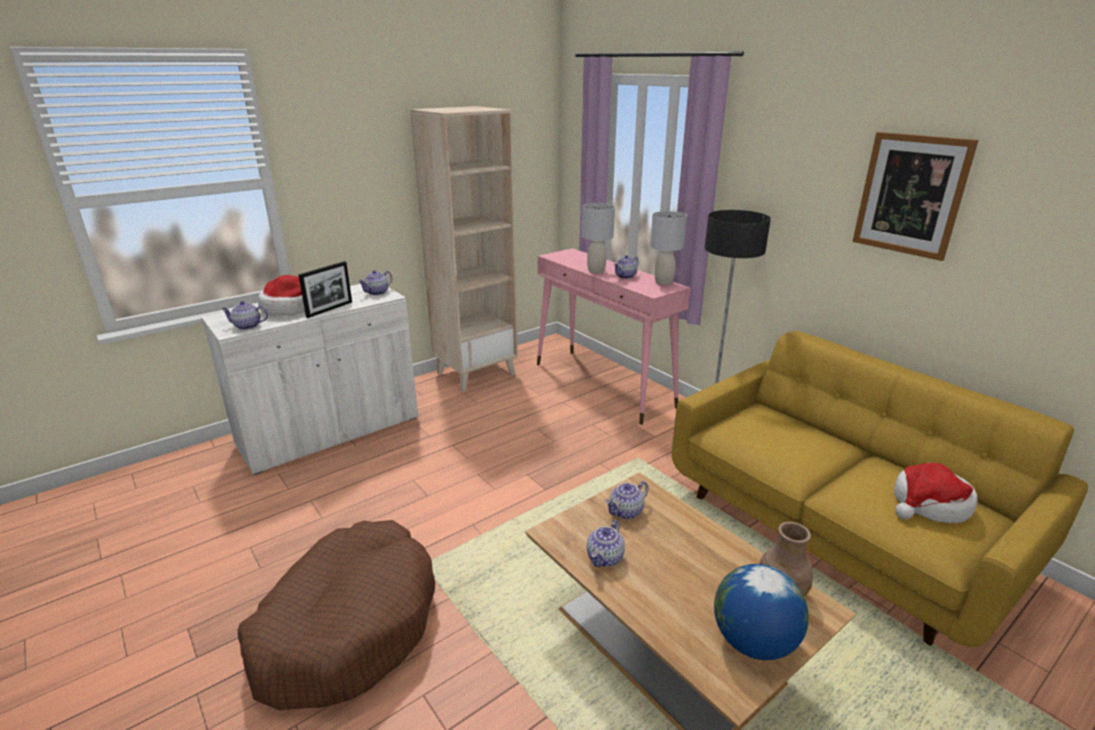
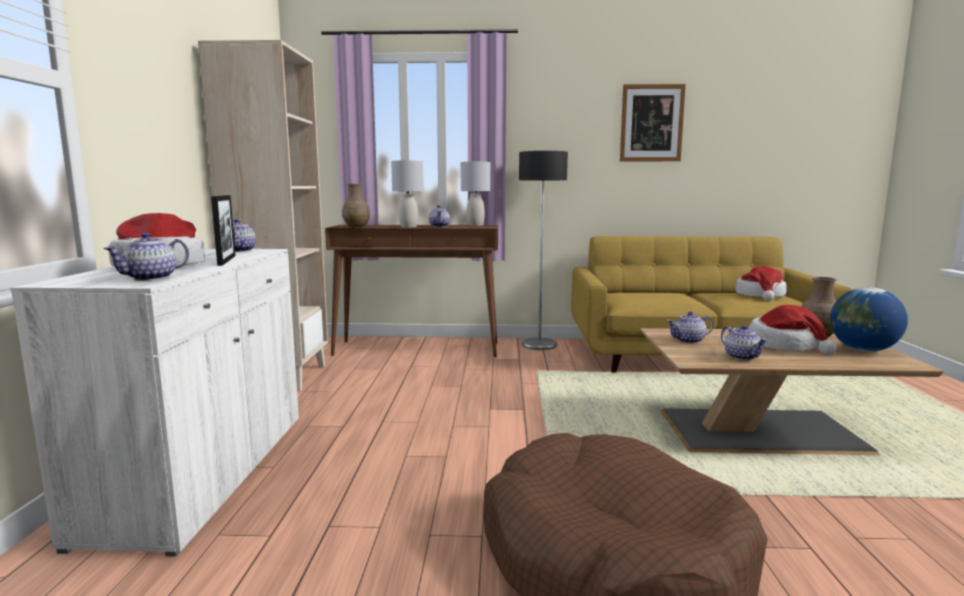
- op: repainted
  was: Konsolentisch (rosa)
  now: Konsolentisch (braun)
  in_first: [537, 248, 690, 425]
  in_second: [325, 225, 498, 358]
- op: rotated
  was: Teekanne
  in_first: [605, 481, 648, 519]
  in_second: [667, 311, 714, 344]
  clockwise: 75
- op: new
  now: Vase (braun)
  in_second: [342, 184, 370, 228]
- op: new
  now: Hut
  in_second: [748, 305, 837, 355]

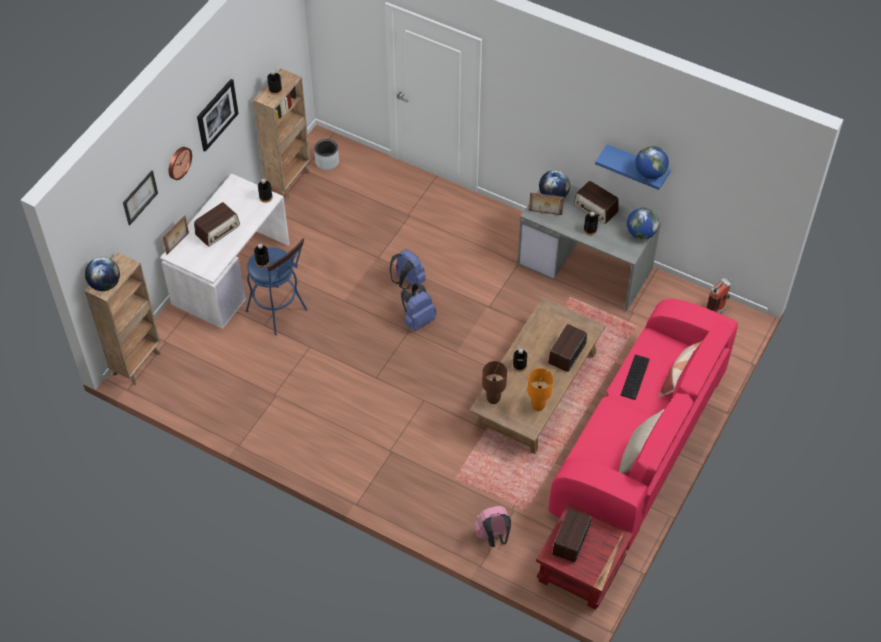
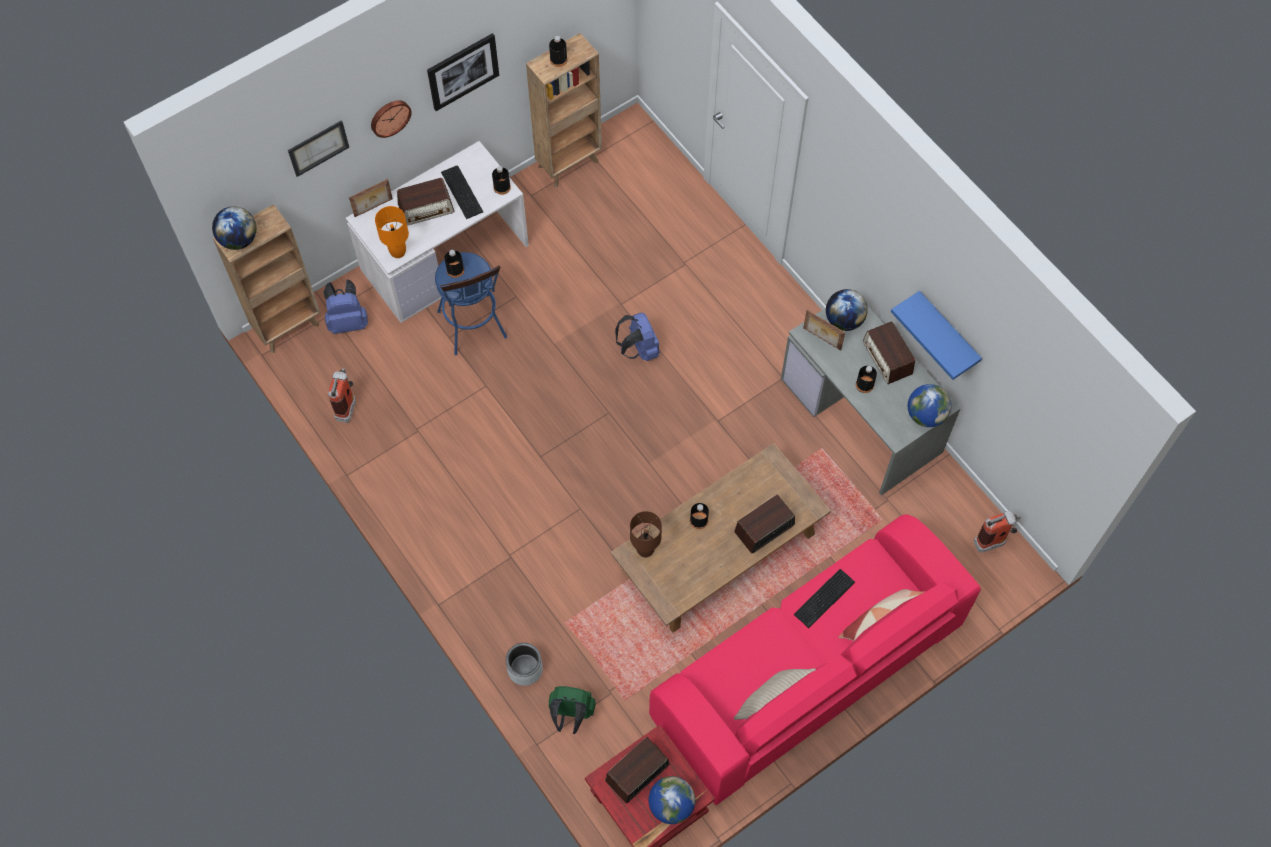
- op: shifted
  was: Pflanzkübel (grau)
  in_first: [314, 139, 339, 170]
  in_second: [506, 643, 543, 686]
- op: shifted
  was: Rucksack (blau)
  in_first: [401, 283, 437, 331]
  in_second: [323, 279, 368, 334]
- op: repainted
  was: Rucksack (rosa)
  now: Rucksack (grün)
  in_first: [474, 506, 511, 547]
  in_second: [549, 686, 596, 734]
- op: shifted
  was: Tischlampe (orange)
  in_first: [527, 368, 553, 411]
  in_second: [375, 206, 409, 258]
- op: shifted
  was: Globus
  in_first: [635, 146, 669, 179]
  in_second: [649, 776, 695, 824]
- op: new
  now: Feuerlöscher
  in_second: [328, 368, 356, 423]
- op: new
  now: Tastatur
  in_second: [441, 165, 483, 219]

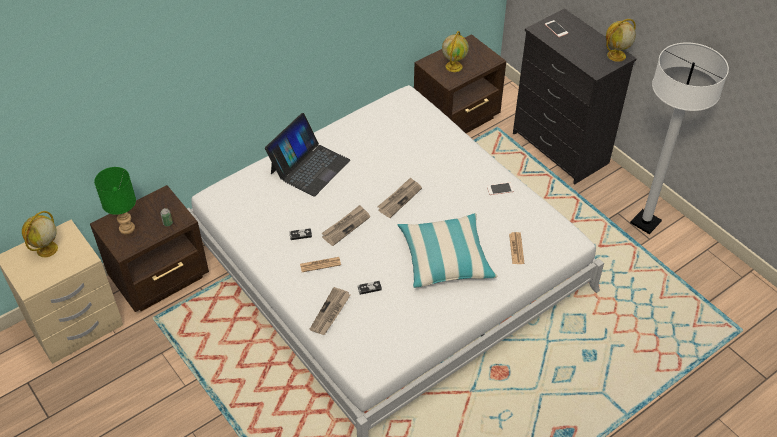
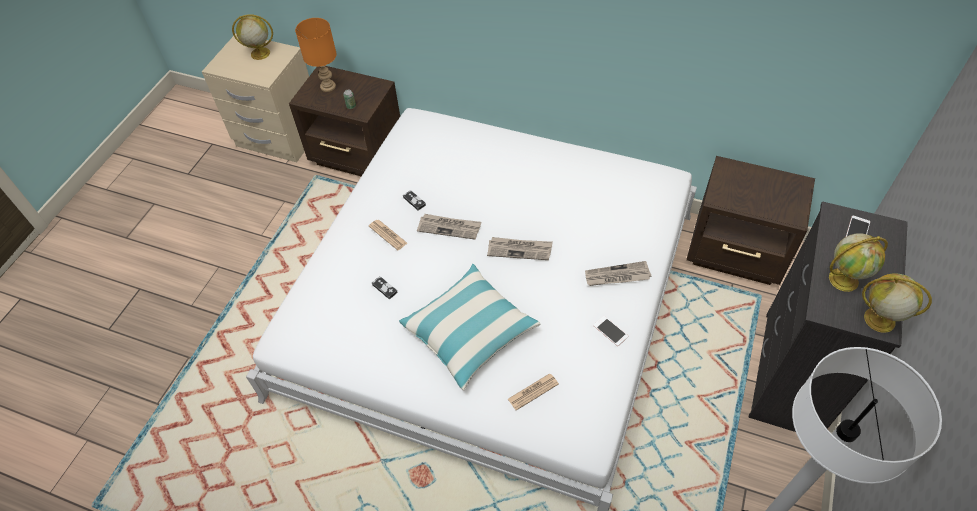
- op: repainted
  was: Tischlampe (grün)
  now: Tischlampe (orange)
  in_first: [94, 167, 136, 234]
  in_second: [295, 18, 337, 92]
- op: gone
  was: Laptop
  in_first: [265, 113, 350, 197]
- op: shifted
  was: Zeitung
  in_first: [310, 287, 350, 335]
  in_second: [585, 261, 651, 286]
- op: shifted
  was: Globus
  in_first: [442, 31, 469, 72]
  in_second: [829, 233, 888, 292]

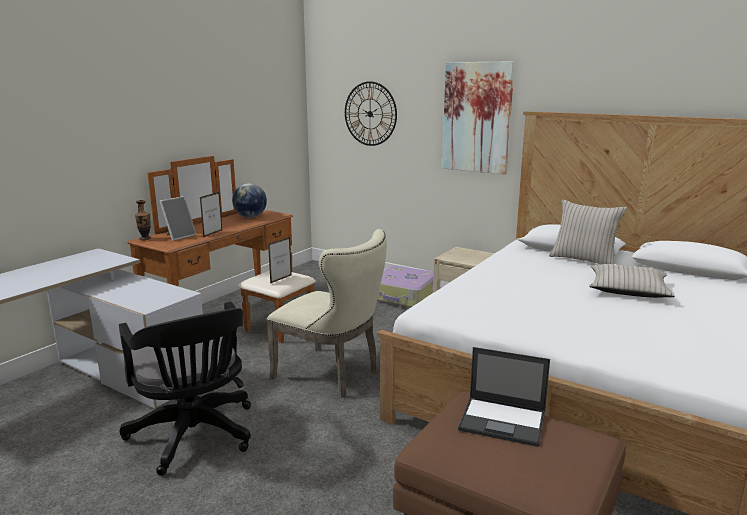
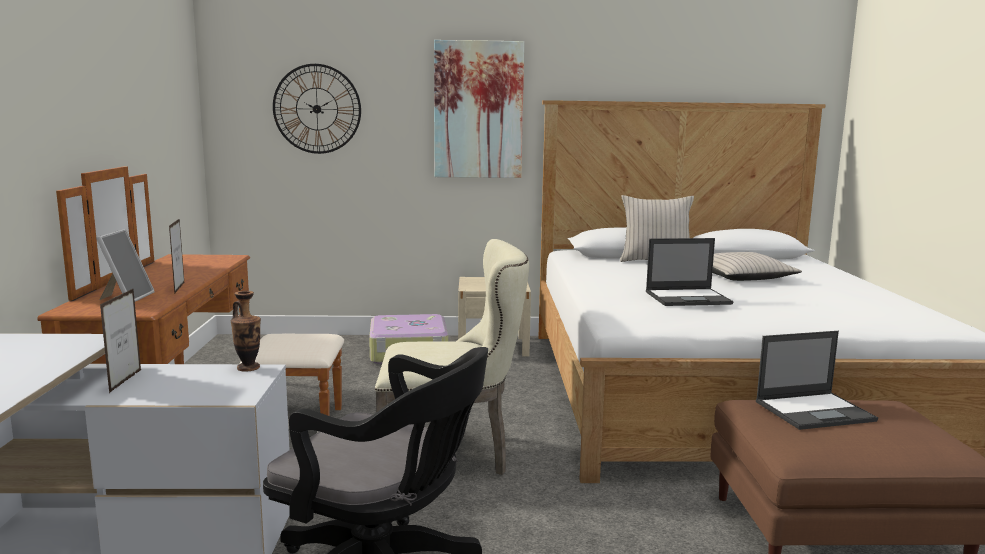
- op: shifted
  was: Vase
  in_first: [135, 200, 151, 240]
  in_second: [231, 291, 261, 372]
- op: gone
  was: Globus
  in_first: [232, 183, 267, 218]
- op: shifted
  was: Bilderrahmen
  in_first: [268, 237, 292, 284]
  in_second: [100, 288, 141, 393]
- op: new
  now: Laptop
  in_second: [646, 238, 733, 306]

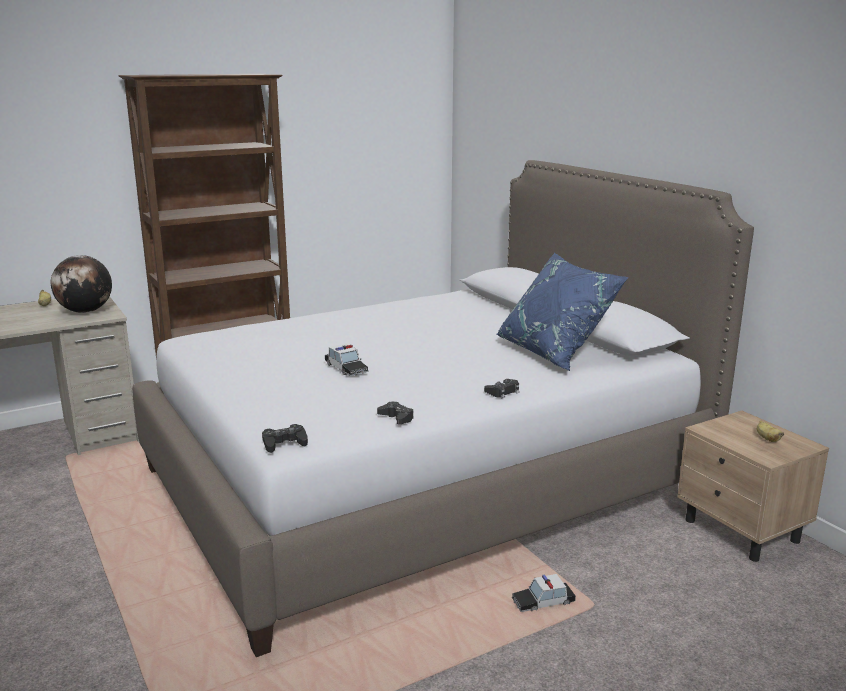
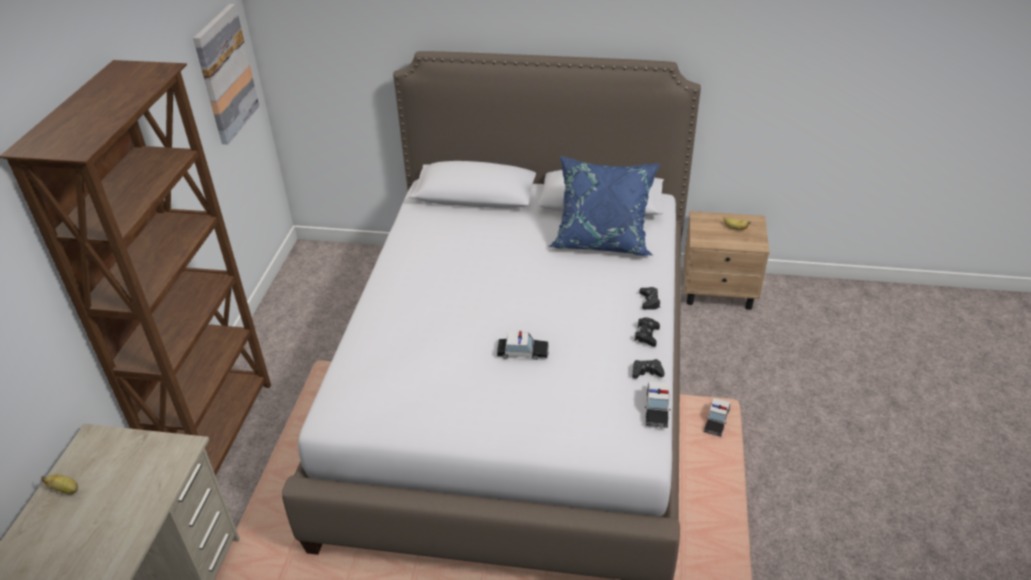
- op: gone
  was: Globus
  in_first: [50, 255, 112, 313]
- op: shifted
  was: Gamepad (schwarz)
  in_first: [262, 424, 308, 453]
  in_second: [635, 317, 660, 347]
- op: new
  now: Bild
  in_second: [193, 4, 259, 145]
- op: new
  now: Spielzeugauto
  in_second: [645, 381, 671, 428]

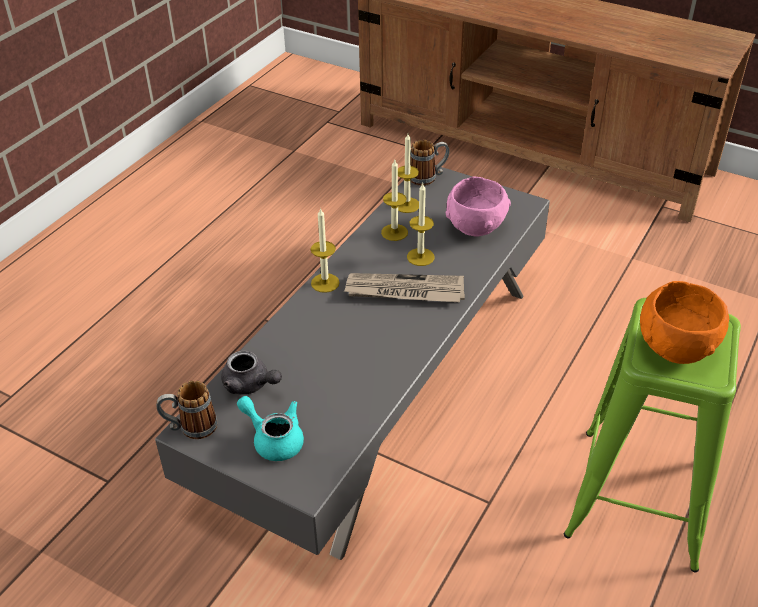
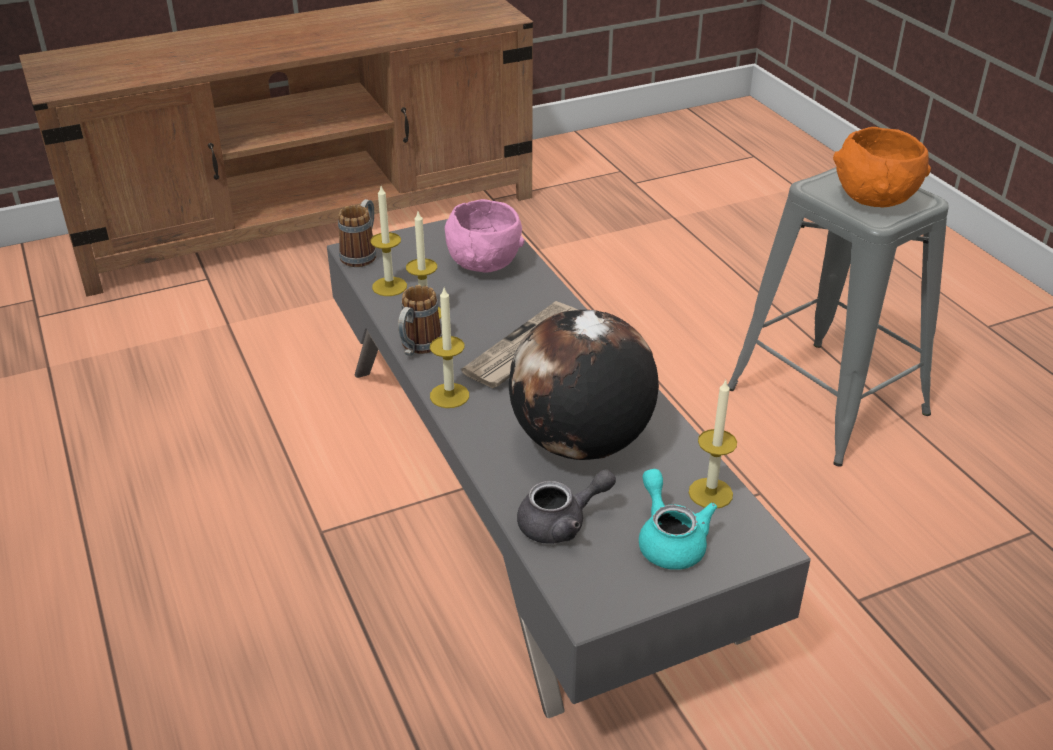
- op: shifted
  was: Henkelbecher
  in_first: [156, 380, 218, 439]
  in_second: [398, 285, 442, 356]
- op: rotated
  was: Teekanne (türkis)
  in_first: [237, 396, 304, 461]
  in_second: [639, 469, 717, 570]
  clockwise: 90
- op: shifted
  was: Kerze
  in_first: [407, 183, 435, 266]
  in_second: [689, 380, 737, 509]
- op: repainted
  was: Hocker (grün)
  now: Hocker (grau)
  in_first: [564, 298, 741, 572]
  in_second: [728, 167, 949, 467]
- op: new
  now: Globus
  in_second: [509, 310, 659, 460]

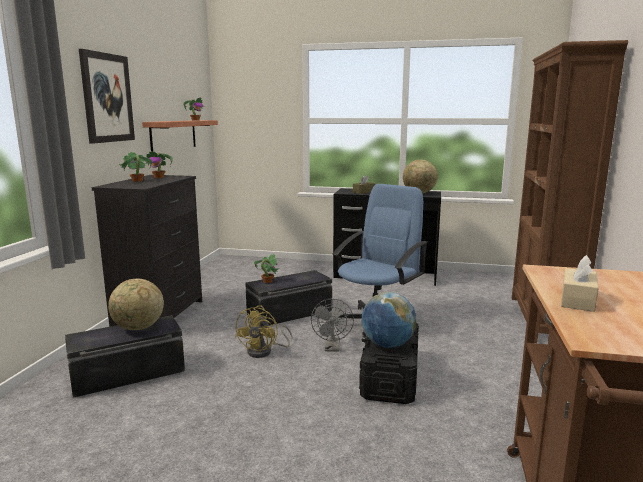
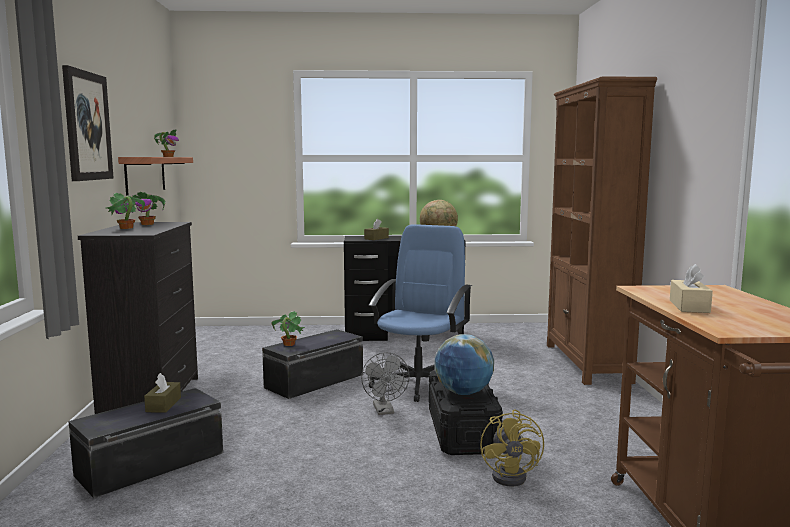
- op: swapped
  was: Globus
  now: Taschentuchbox (braun)
  in_first: [108, 279, 164, 330]
  in_second: [144, 373, 181, 413]
- op: shifted
  was: Ventilator (gelb)
  in_first: [235, 305, 293, 358]
  in_second: [480, 409, 544, 486]

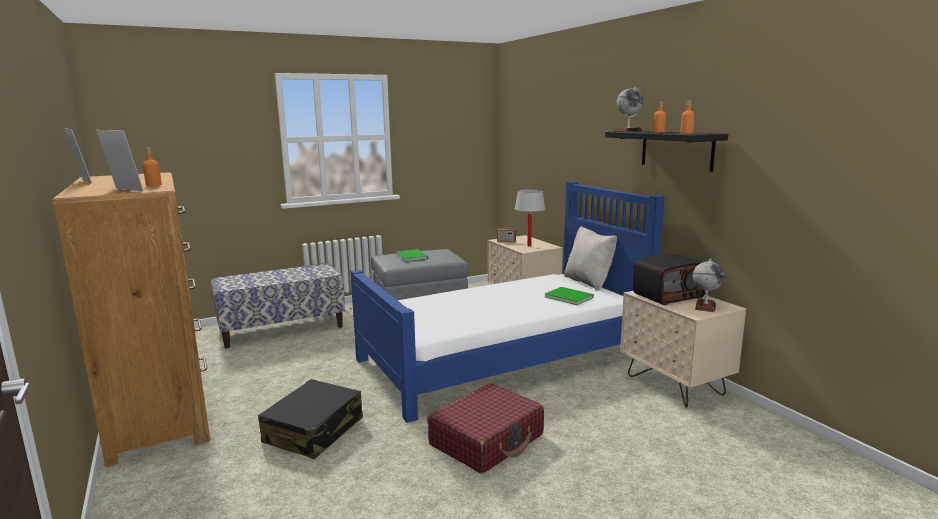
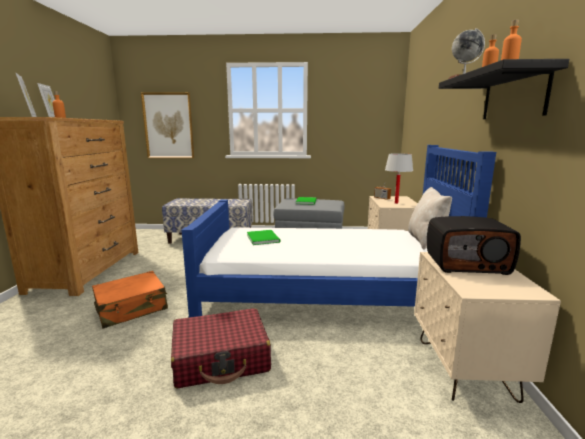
- op: repainted
  was: Koffer (schwarz)
  now: Koffer (orange)
  in_first: [258, 379, 363, 459]
  in_second: [92, 271, 168, 329]
- op: shifted
  was: Buch (grün)
  in_first: [545, 287, 594, 305]
  in_second: [247, 230, 281, 245]
- op: gone
  was: Globus
  in_first: [693, 259, 724, 312]
- op: new
  now: Bild
  in_second: [141, 92, 194, 158]

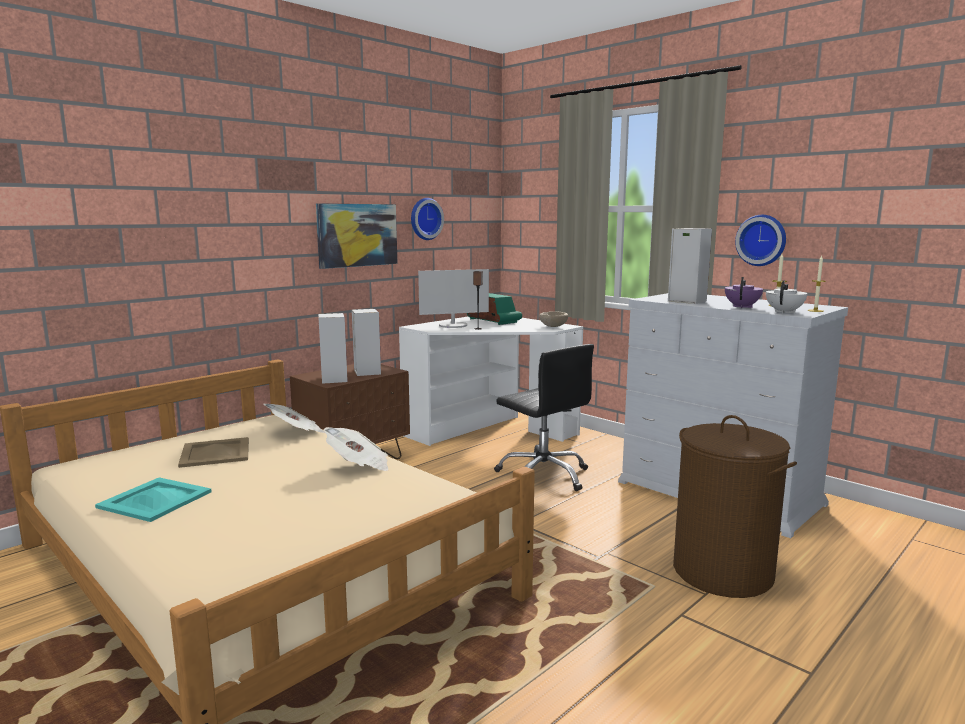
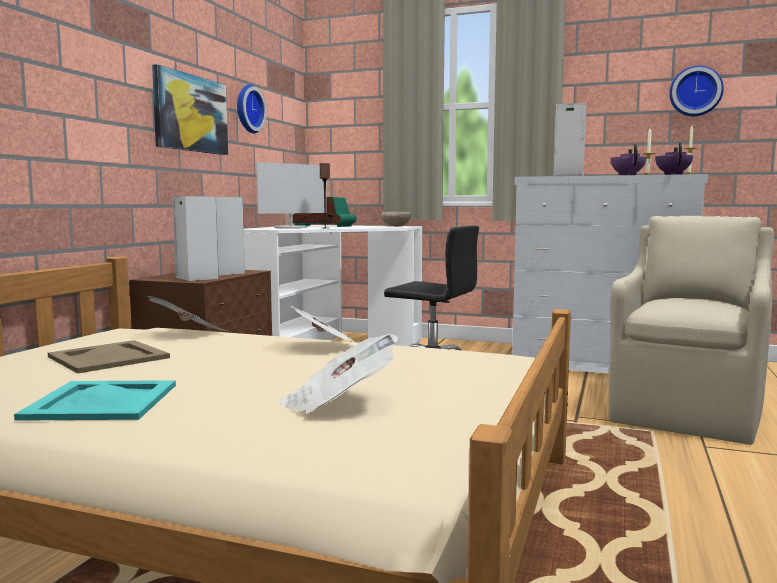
- op: swapped
  was: Wäschekorb (braun)
  now: Sessel (beige)
  in_first: [673, 415, 797, 598]
  in_second: [609, 216, 774, 445]
- op: shifted
  was: Wanduhr
  in_first: [735, 215, 786, 266]
  in_second: [669, 65, 724, 116]
- op: repainted
  was: Teekanne (weiß)
  now: Teekanne (lila)
  in_first: [766, 280, 808, 314]
  in_second: [655, 142, 693, 175]
- op: new
  now: Zeitung
  in_second: [279, 334, 399, 414]

